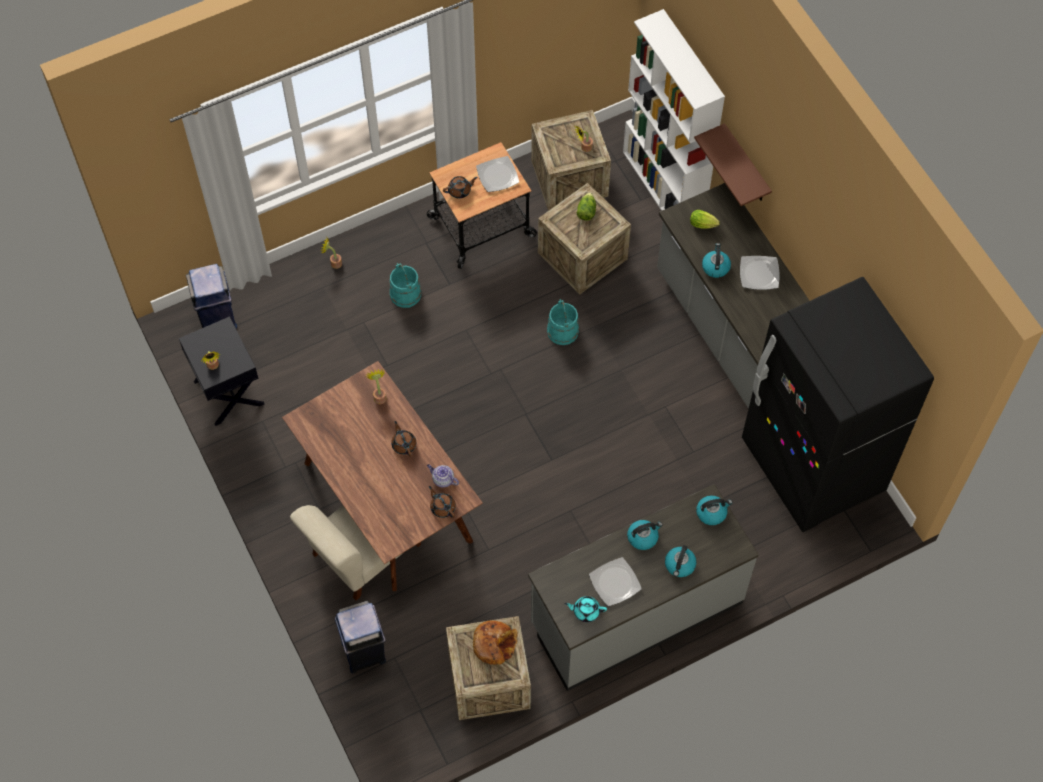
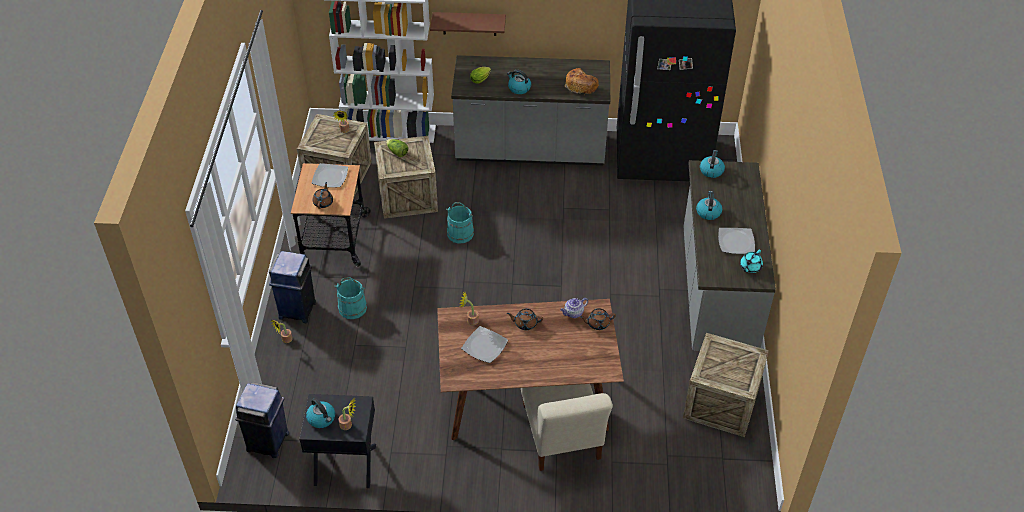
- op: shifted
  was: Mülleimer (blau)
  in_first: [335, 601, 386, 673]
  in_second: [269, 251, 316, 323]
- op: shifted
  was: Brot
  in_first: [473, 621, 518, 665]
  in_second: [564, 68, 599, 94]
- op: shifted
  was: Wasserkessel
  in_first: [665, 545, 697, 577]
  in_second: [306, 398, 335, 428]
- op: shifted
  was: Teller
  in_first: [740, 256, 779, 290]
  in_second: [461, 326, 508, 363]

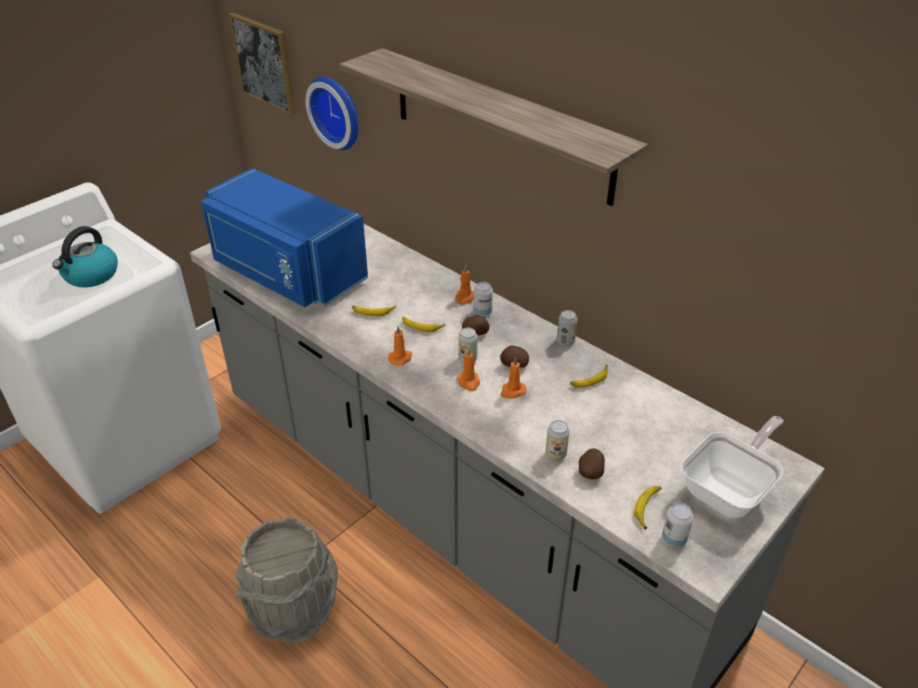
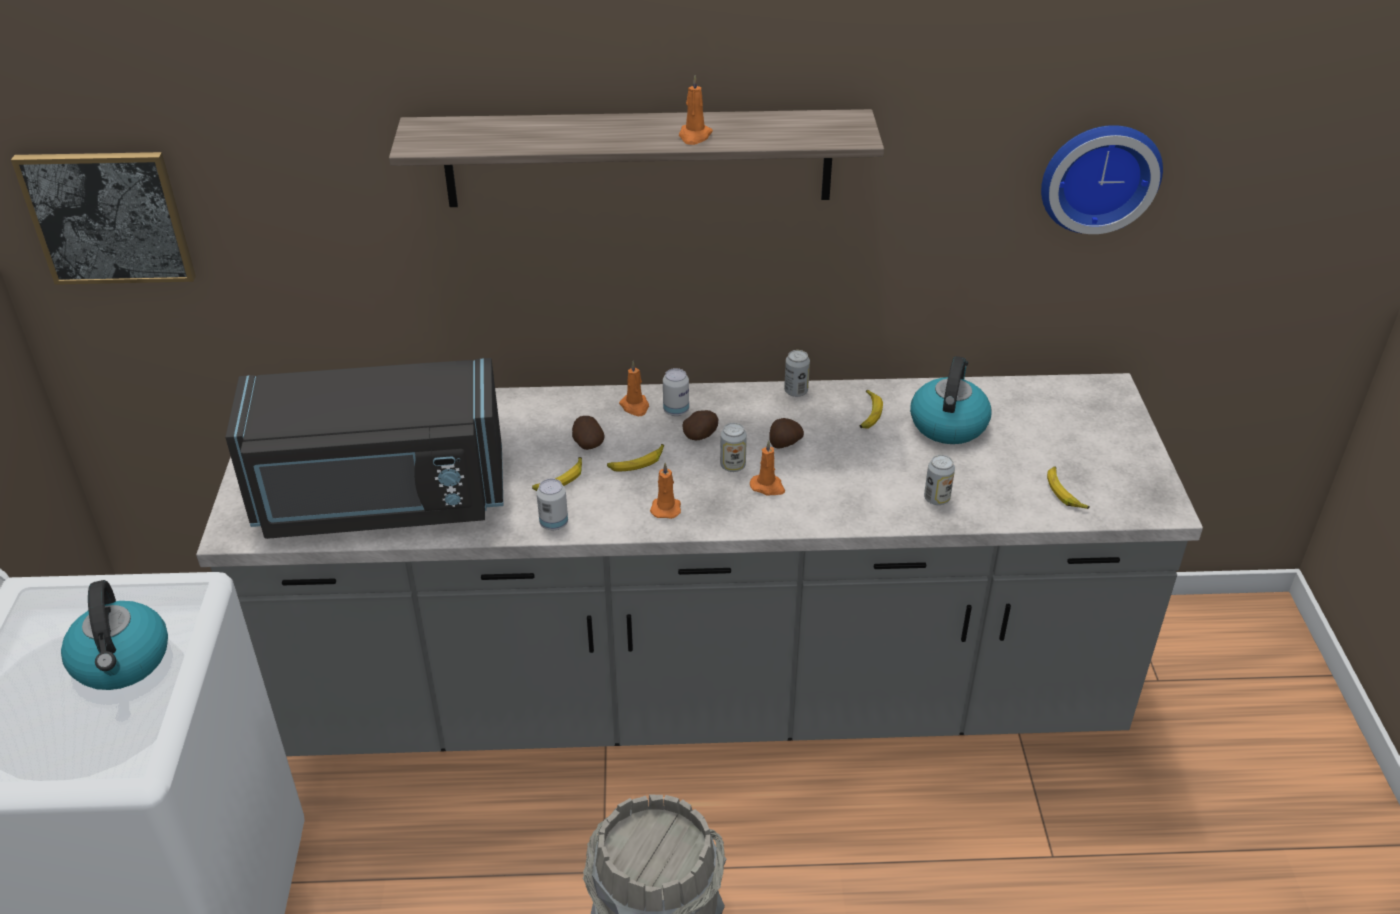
- op: repainted
  was: Mikrowelle (blau)
  now: Mikrowelle (schwarz)
  in_first: [201, 168, 368, 307]
  in_second: [225, 358, 503, 539]
- op: shifted
  was: Wanduhr
  in_first: [305, 77, 359, 150]
  in_second: [1041, 125, 1163, 234]
- op: shifted
  was: Kerze (orange)
  in_first: [500, 357, 527, 398]
  in_second: [679, 75, 713, 145]
- op: shifted
  was: Kartoffel
  in_first: [579, 448, 605, 480]
  in_second: [572, 416, 605, 450]
- op: shifted
  was: Dose
  in_first: [662, 503, 694, 547]
  in_second: [537, 479, 568, 530]
- op: gone
  was: Pfanne
  in_first: [681, 416, 784, 518]
- op: new
  now: Wasserkessel
  in_second: [910, 356, 991, 444]

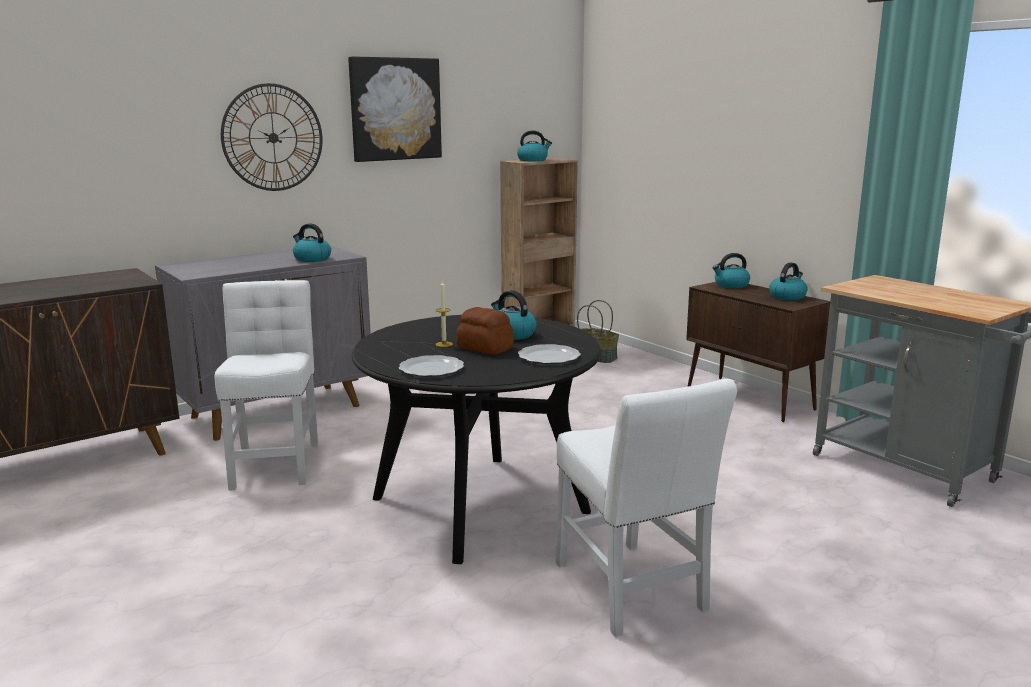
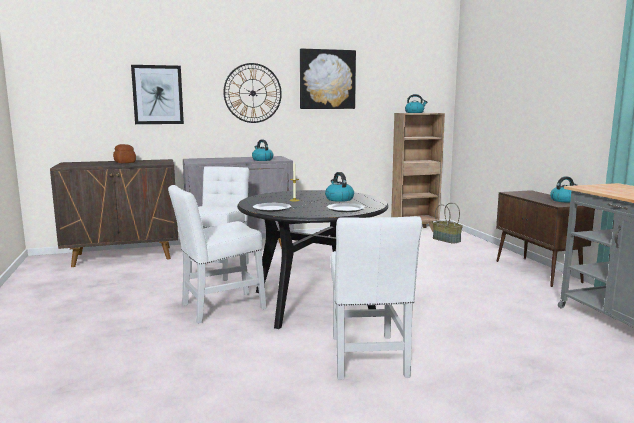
- op: shifted
  was: Brot
  in_first: [457, 307, 514, 355]
  in_second: [113, 144, 136, 163]
- op: gone
  was: Wasserkessel
  in_first: [713, 253, 750, 288]
- op: new
  now: Bild
  in_second: [131, 65, 184, 124]
- op: new
  now: Stuhl (weiß)
  in_second: [168, 185, 266, 324]

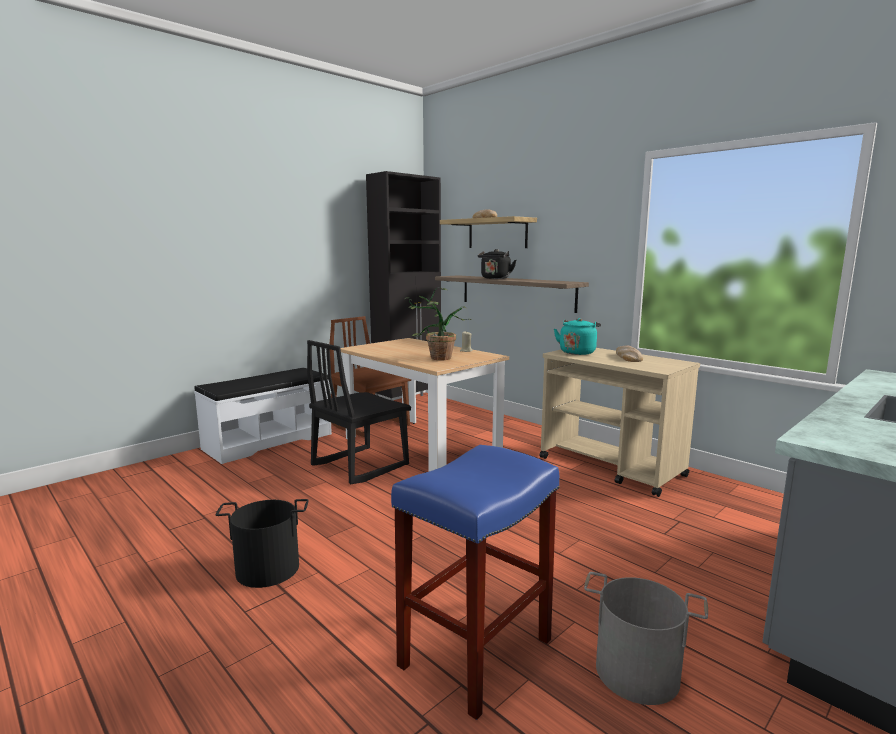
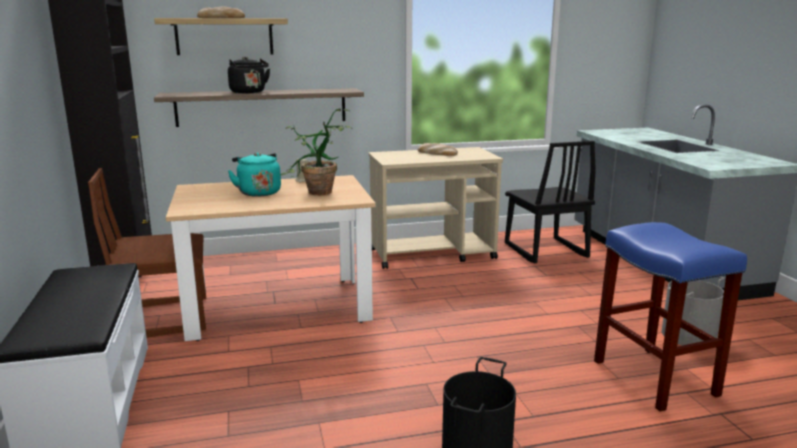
- op: shifted
  was: Stuhl (schwarz)
  in_first: [307, 340, 411, 484]
  in_second: [505, 141, 596, 263]
- op: shifted
  was: Wasserkessel (türkis)
  in_first: [554, 318, 601, 355]
  in_second: [228, 152, 281, 197]

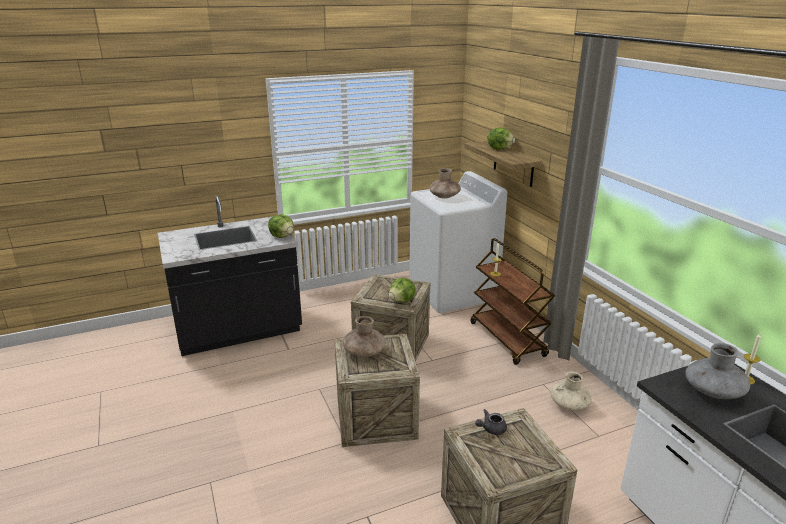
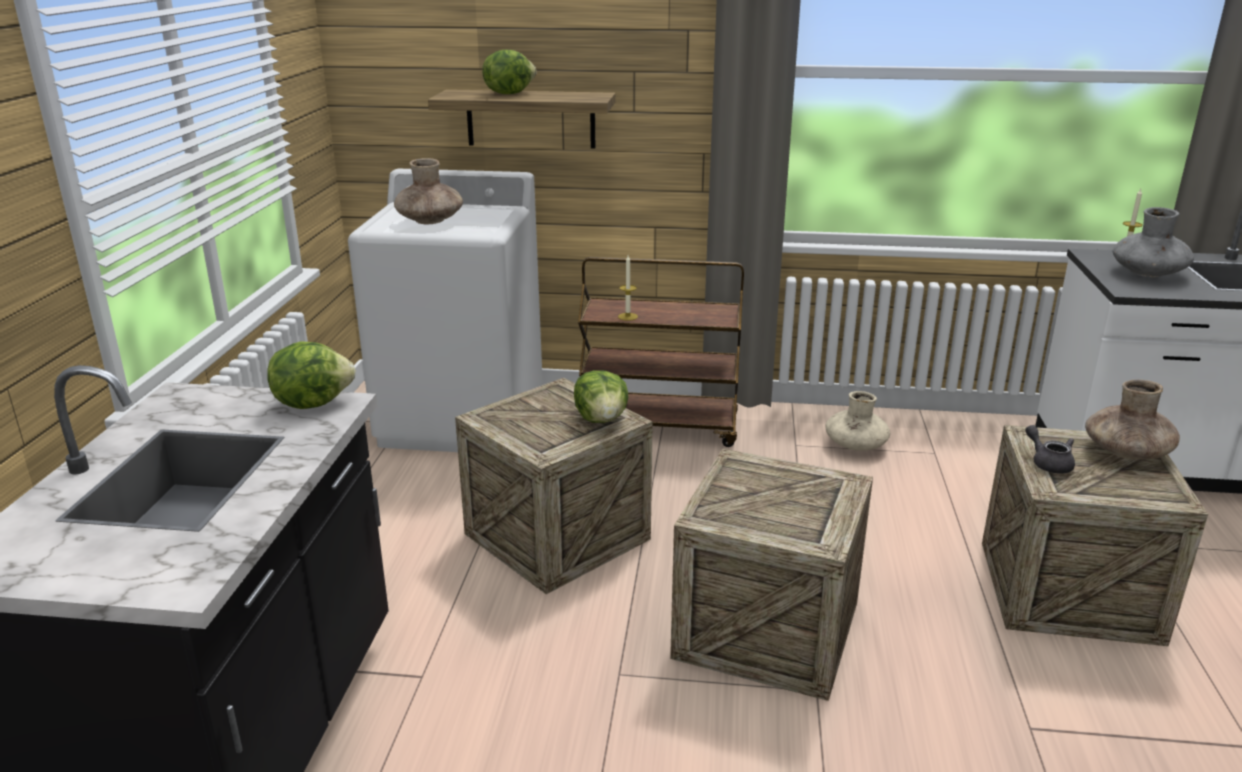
- op: shifted
  was: Vase (braun)
  in_first: [343, 316, 386, 357]
  in_second: [1085, 380, 1180, 459]
- op: rotated
  was: Teekanne (grau)
  in_first: [475, 409, 507, 435]
  in_second: [1025, 425, 1075, 474]
  clockwise: 150

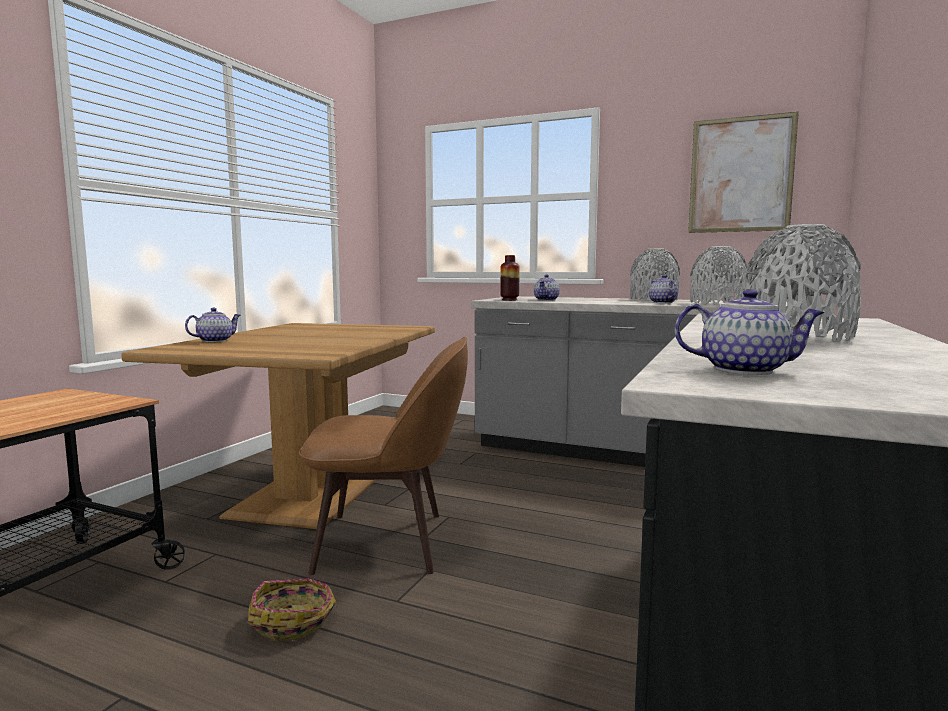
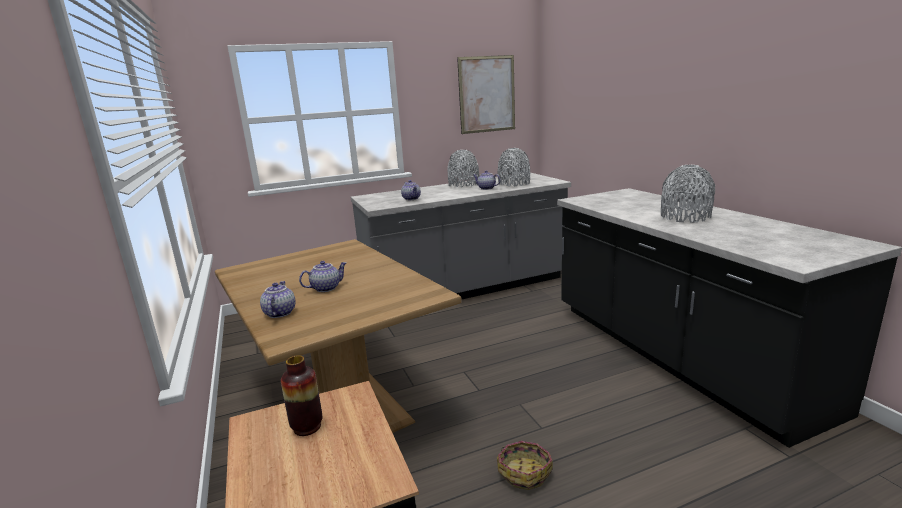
- op: gone
  was: Stuhl (braun)
  in_first: [299, 337, 468, 575]
- op: shifted
  was: Vase
  in_first: [500, 255, 519, 301]
  in_second: [281, 355, 323, 436]
- op: shifted
  was: Teekanne
  in_first: [675, 289, 825, 375]
  in_second: [299, 261, 346, 292]

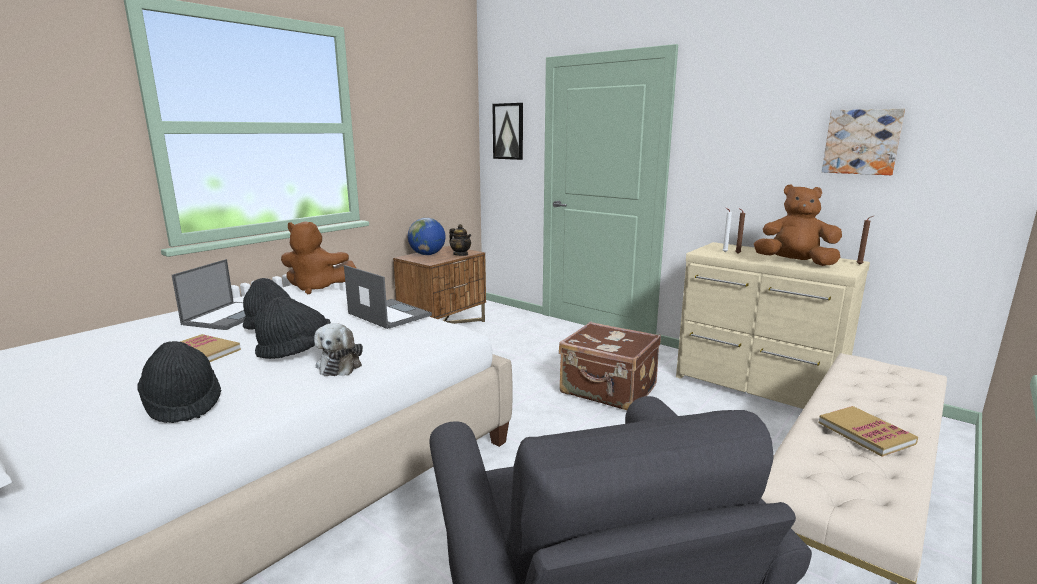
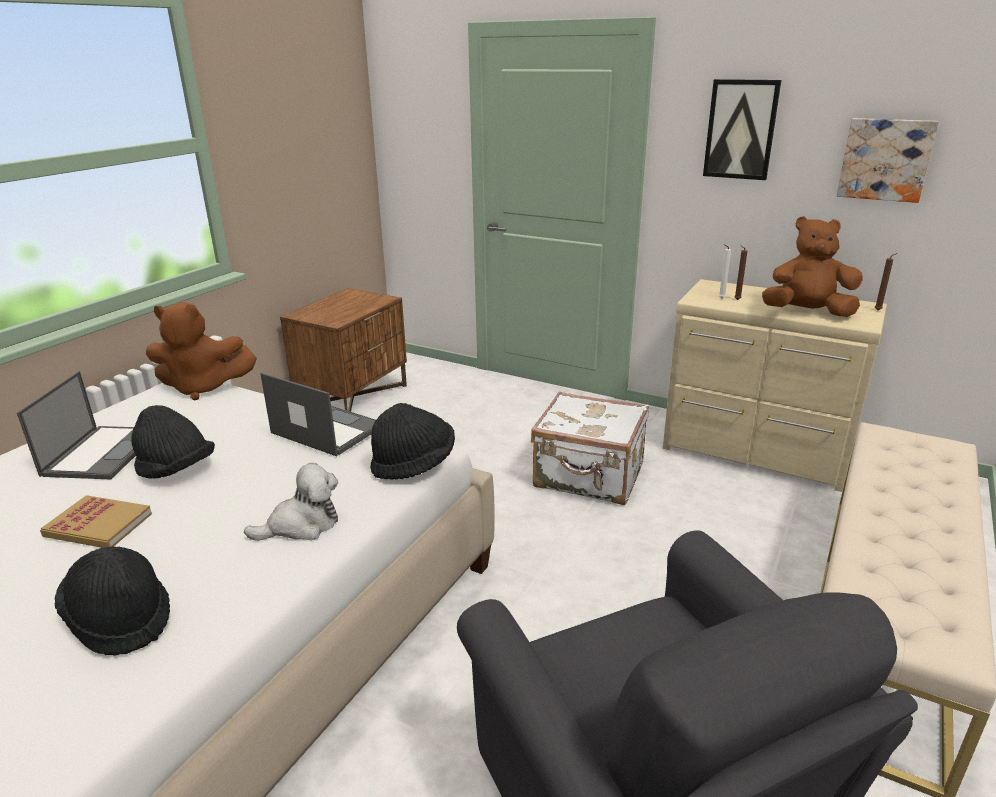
- op: shifted
  was: Hut (schwarz)
  in_first: [255, 296, 331, 359]
  in_second: [370, 403, 455, 480]
- op: rotated
  was: Plüschtier
  in_first: [314, 323, 363, 376]
  in_second: [244, 463, 338, 541]
  clockwise: -105
- op: gone
  was: Globus
  in_first: [408, 218, 446, 255]
- op: gone
  was: Teekanne
  in_first: [449, 224, 471, 256]
- op: shifted
  was: Bild
  in_first: [493, 103, 523, 160]
  in_second: [703, 79, 781, 180]
- op: repainted
  was: Koffer (braun)
  now: Koffer (weiß)
  in_first: [559, 322, 661, 410]
  in_second: [531, 392, 649, 505]
- op: gone
  was: Buch
  in_first: [819, 406, 918, 457]

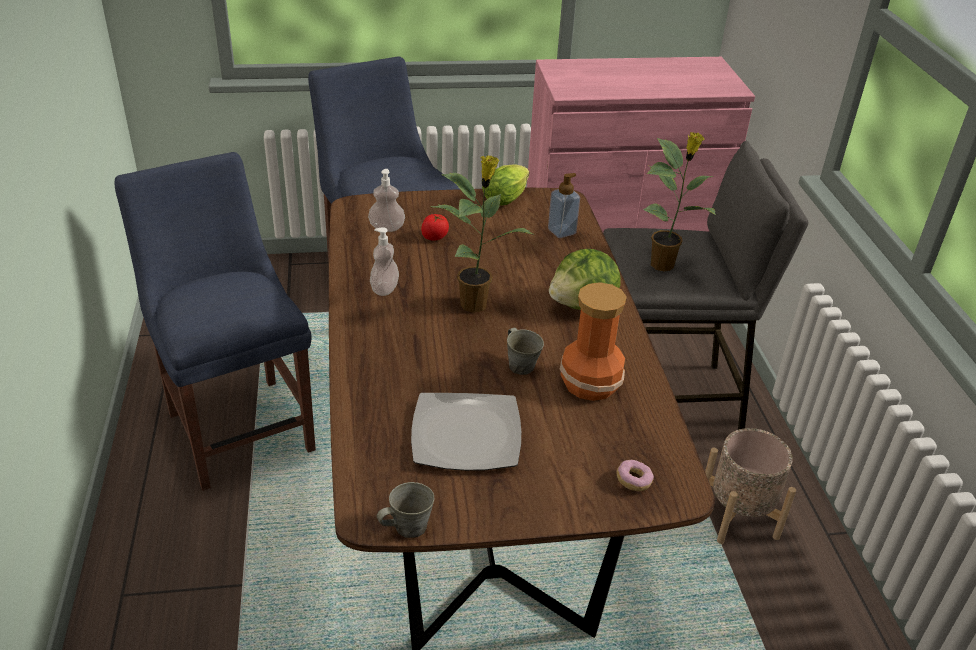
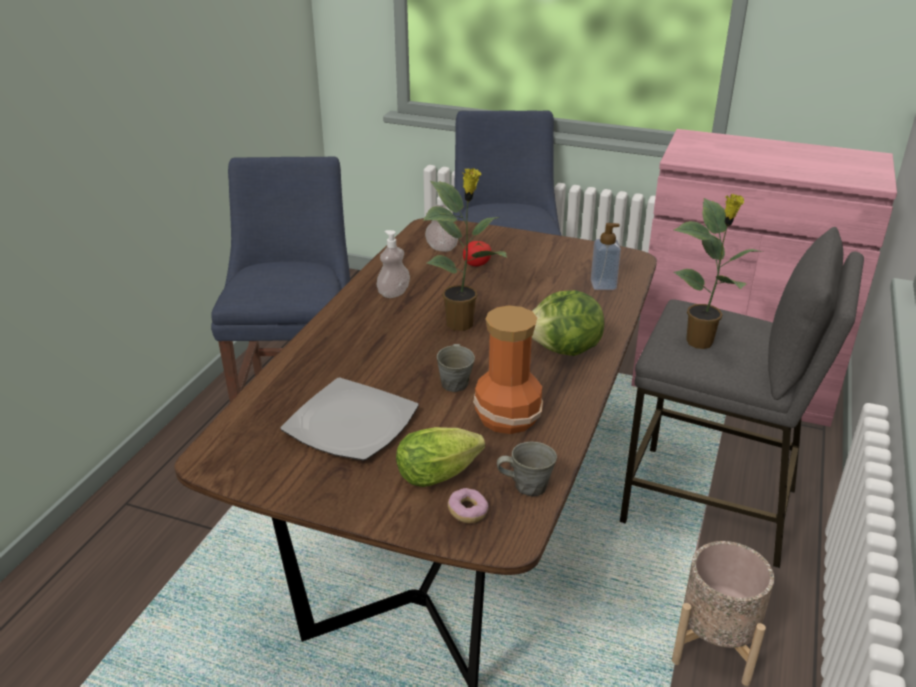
- op: shifted
  was: Henkelbecher (grau)
  in_first: [377, 482, 434, 538]
  in_second: [497, 442, 557, 496]
- op: shifted
  was: Salatkopf
  in_first: [482, 164, 529, 205]
  in_second: [396, 427, 485, 487]

